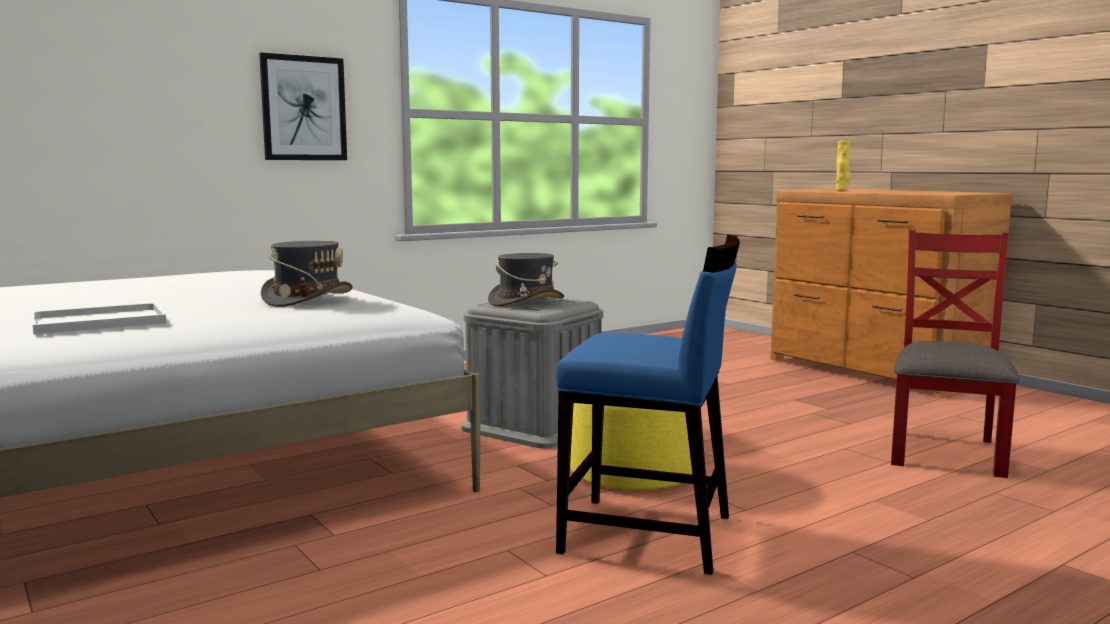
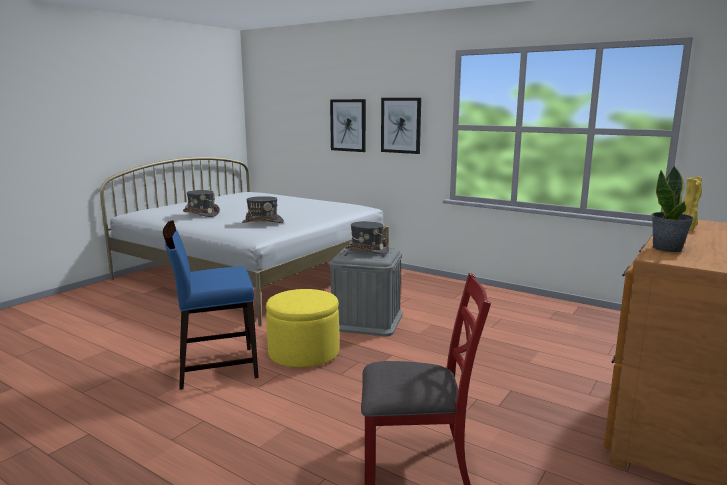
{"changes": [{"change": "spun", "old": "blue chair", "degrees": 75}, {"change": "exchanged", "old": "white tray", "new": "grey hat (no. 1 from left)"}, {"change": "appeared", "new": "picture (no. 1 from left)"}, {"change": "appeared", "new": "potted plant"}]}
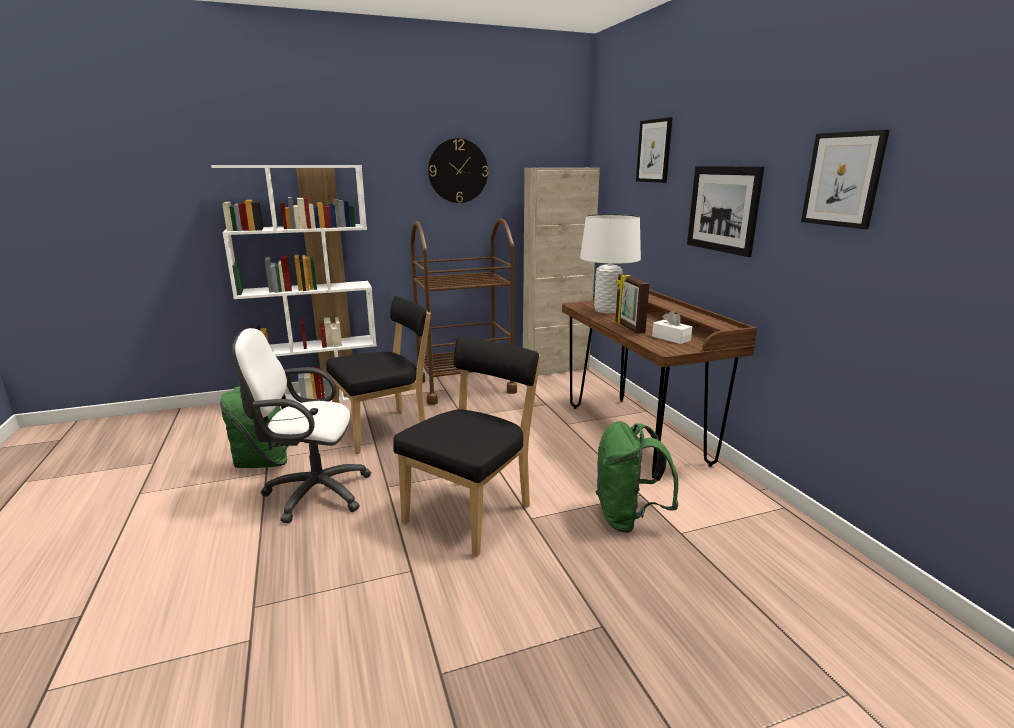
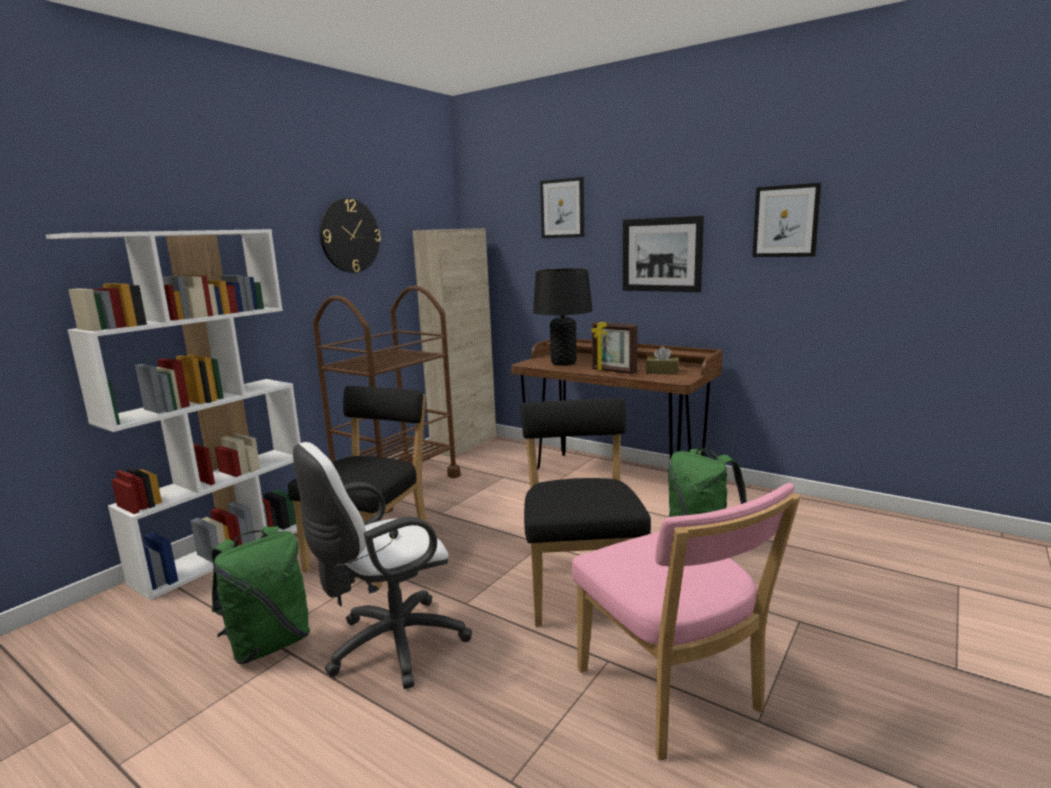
{"changes": [{"change": "colour", "old": "white table lamp", "new": "black table lamp"}, {"change": "colour", "old": "white tissue box", "new": "brown tissue box"}, {"change": "appeared", "new": "pink chair"}]}
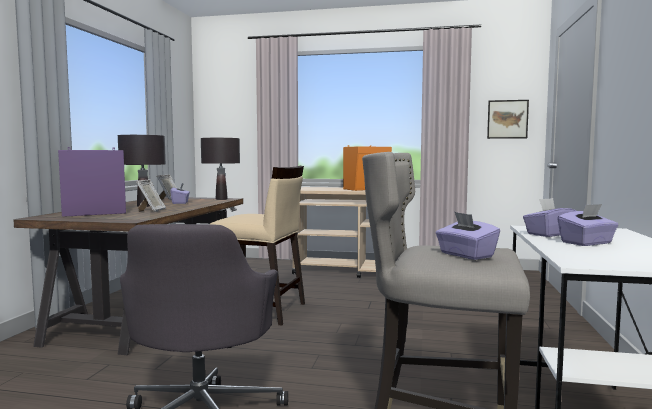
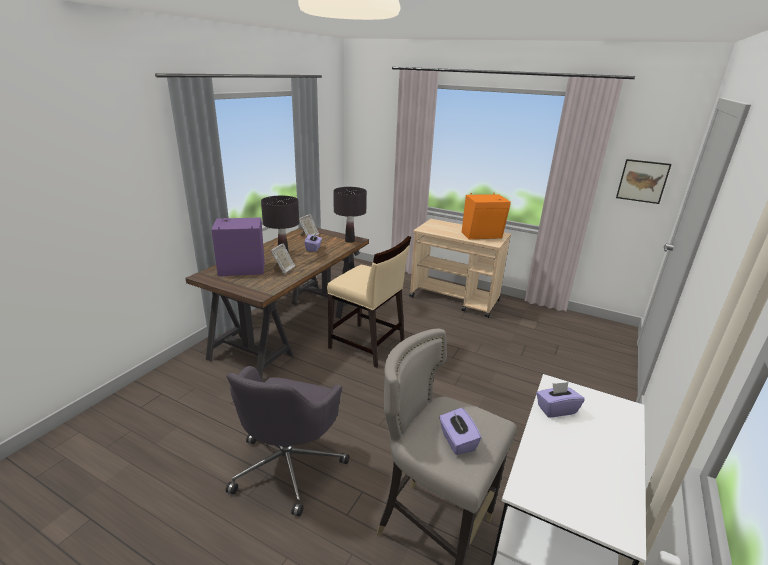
{"changes": [{"change": "missing", "old": "purple tissue box (no. 4 from left)"}]}
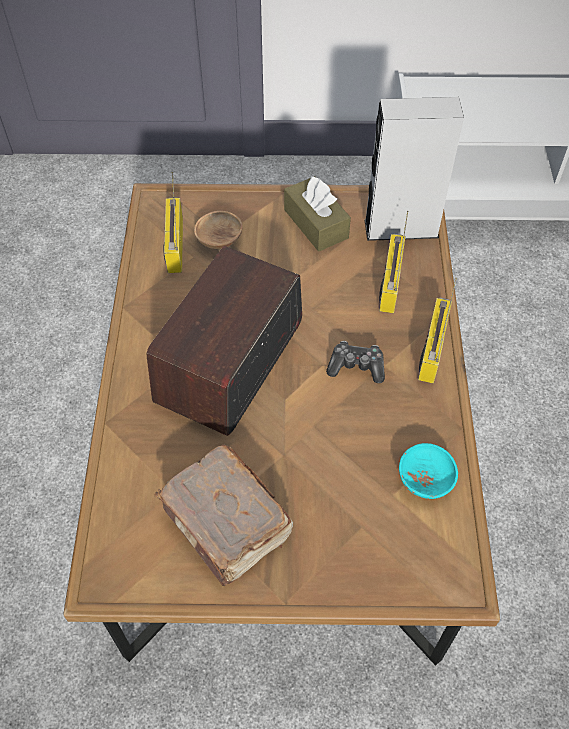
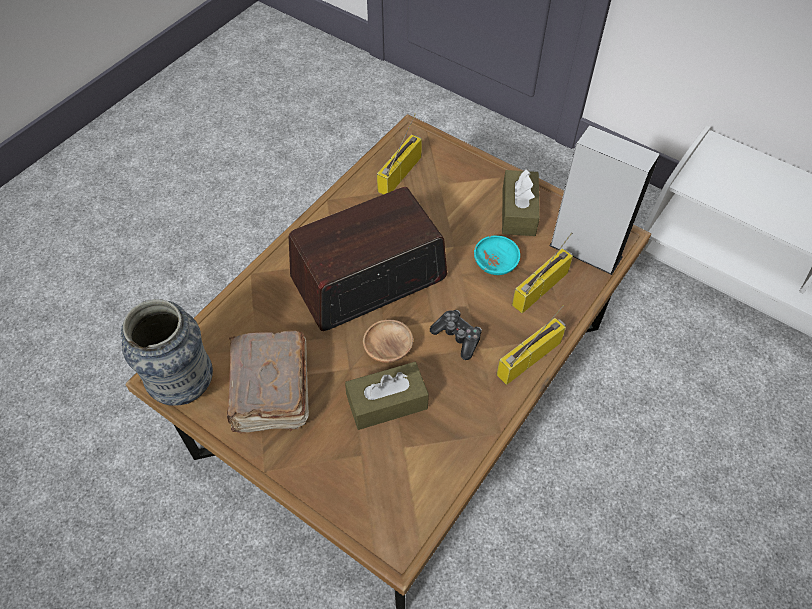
{"changes": [{"change": "relocated", "old": "brown bowl"}, {"change": "relocated", "old": "turquoise bowl"}, {"change": "appeared", "new": "vase"}, {"change": "appeared", "new": "brown tissue box (no. 1 from left)"}]}
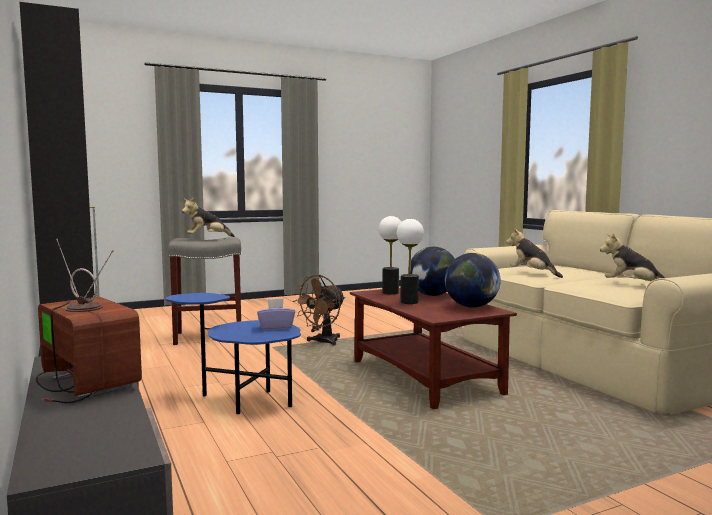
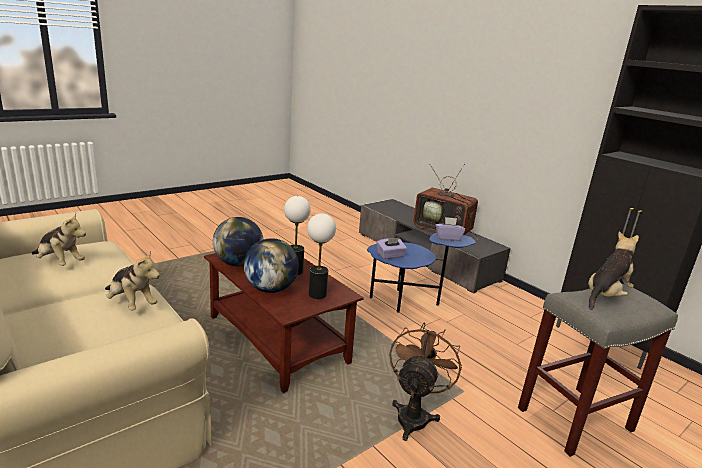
{"changes": [{"change": "appeared", "new": "purple tissue box (no. 2 from left)"}]}
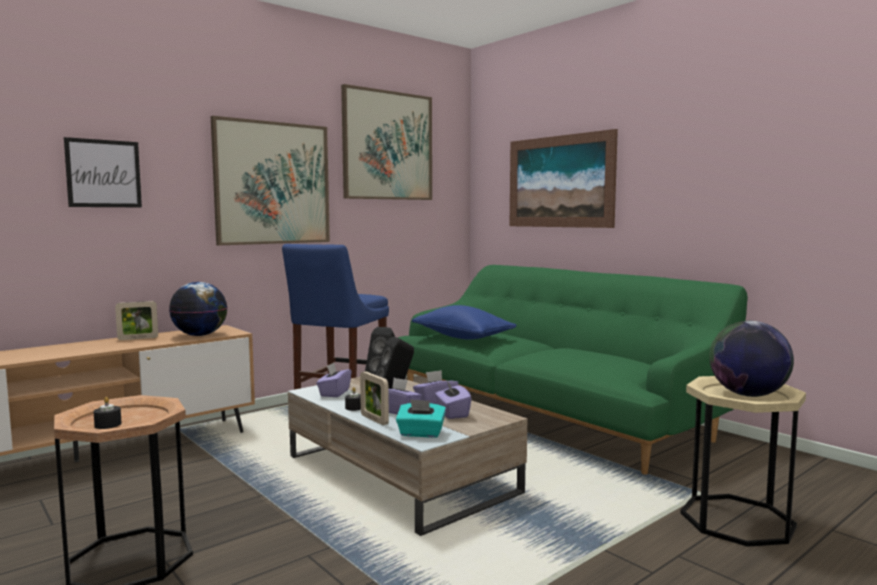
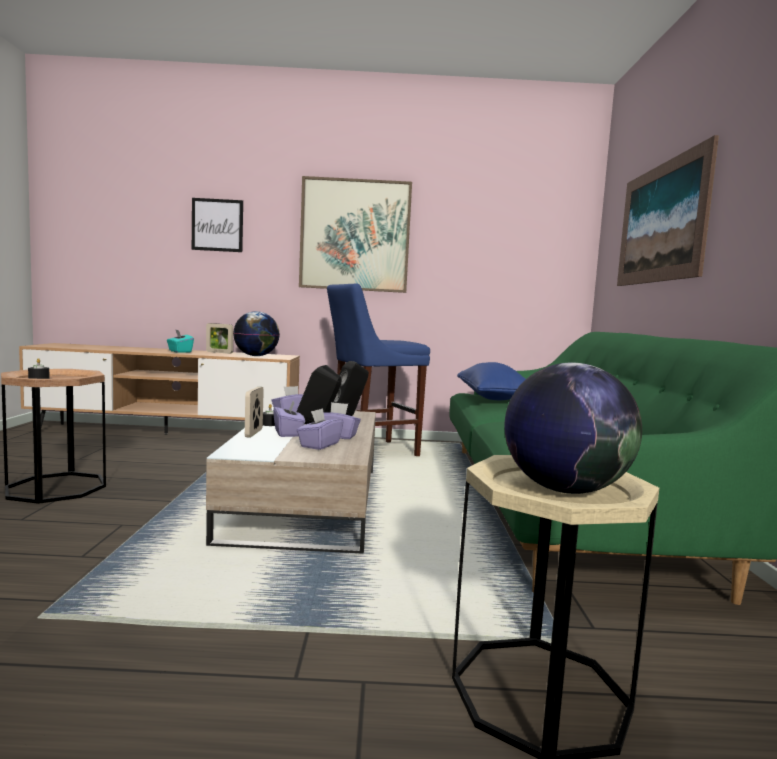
{"changes": [{"change": "missing", "old": "picture (no. 3 from left)"}, {"change": "relocated", "old": "turquoise tissue box"}]}
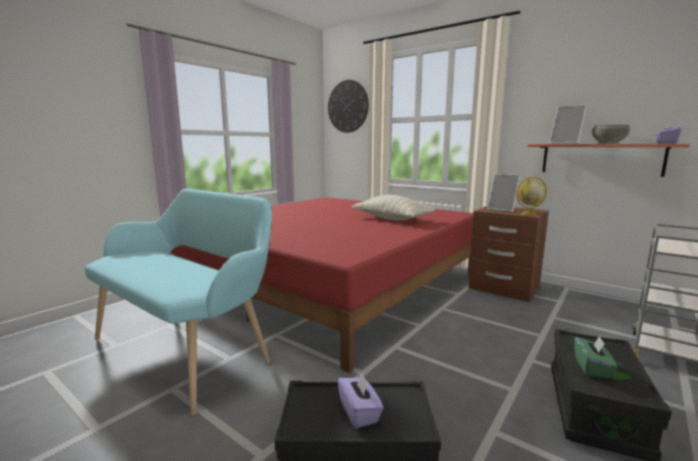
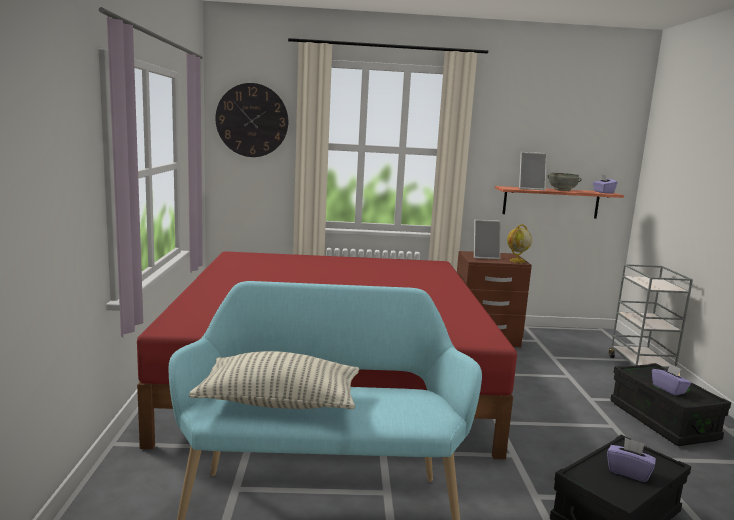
{"changes": [{"change": "relocated", "old": "pillow"}, {"change": "colour", "old": "green tissue box", "new": "purple tissue box (no. 3 from left)"}]}
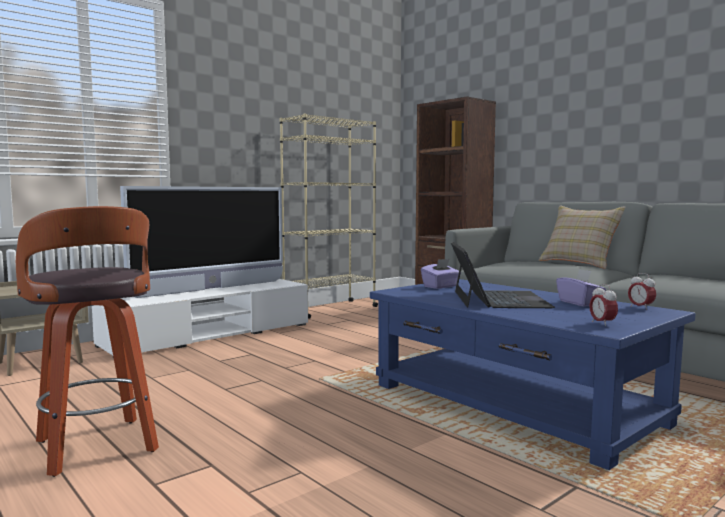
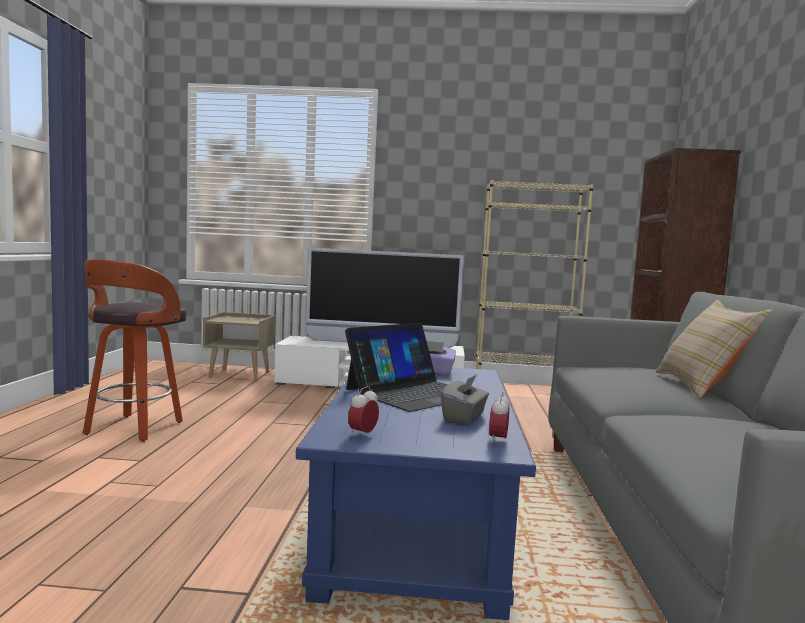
{"changes": [{"change": "colour", "old": "purple tissue box (no. 2 from left)", "new": "grey tissue box"}]}
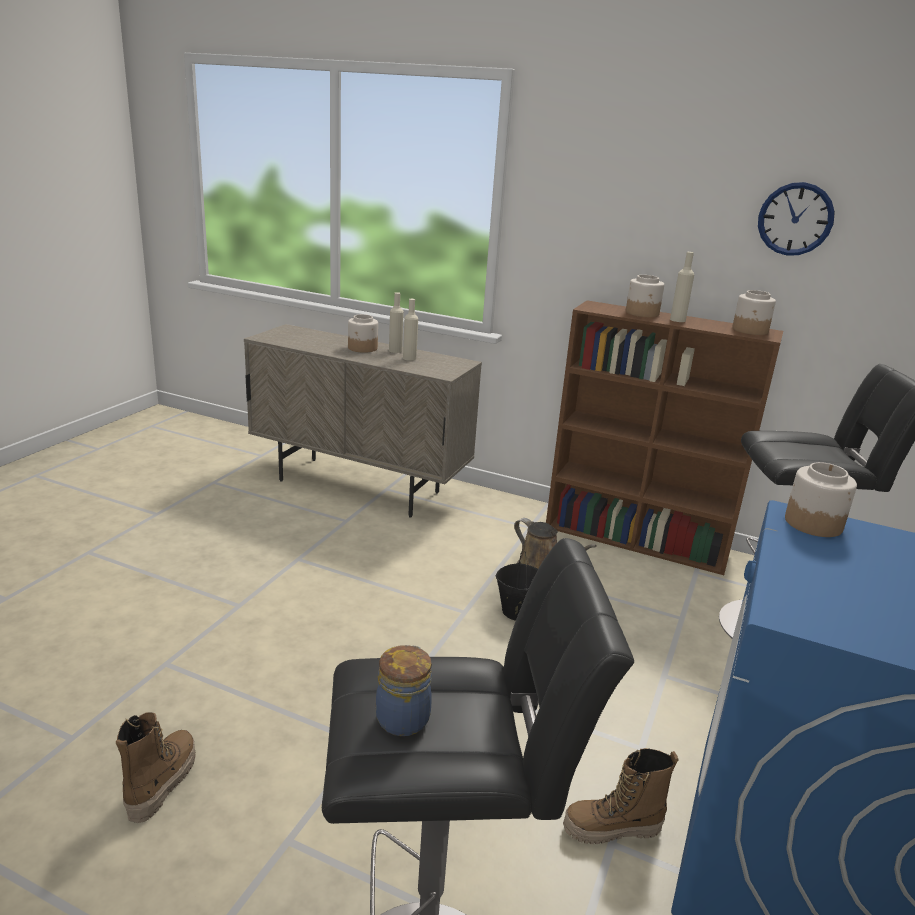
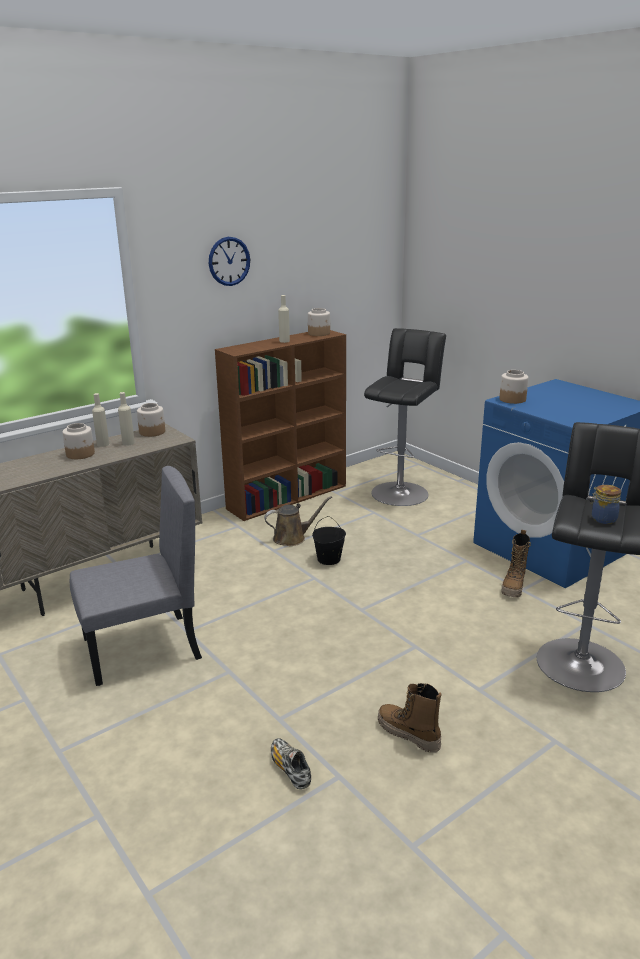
{"changes": [{"change": "relocated", "old": "wall clock"}, {"change": "relocated", "old": "jar (no. 3 from left in the first image)", "new": "jar (no. 2 from left)"}, {"change": "appeared", "new": "grey chair"}, {"change": "appeared", "new": "shoe"}]}
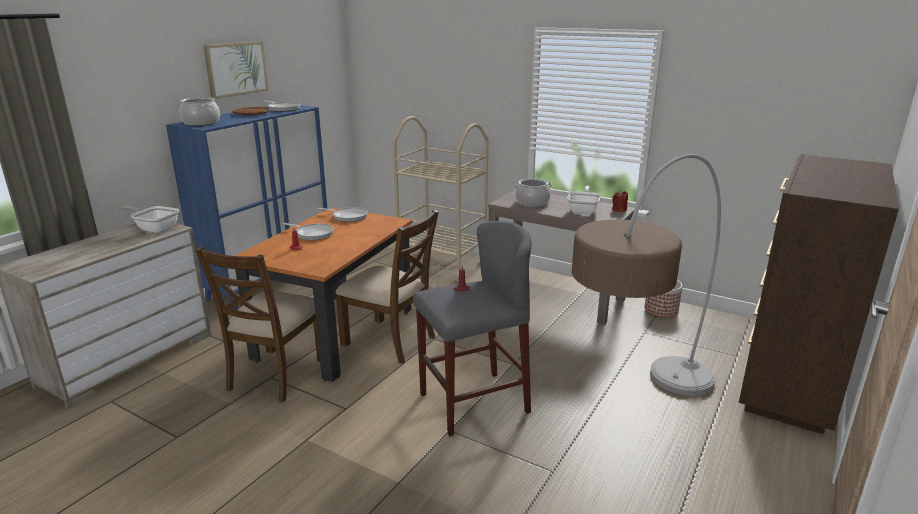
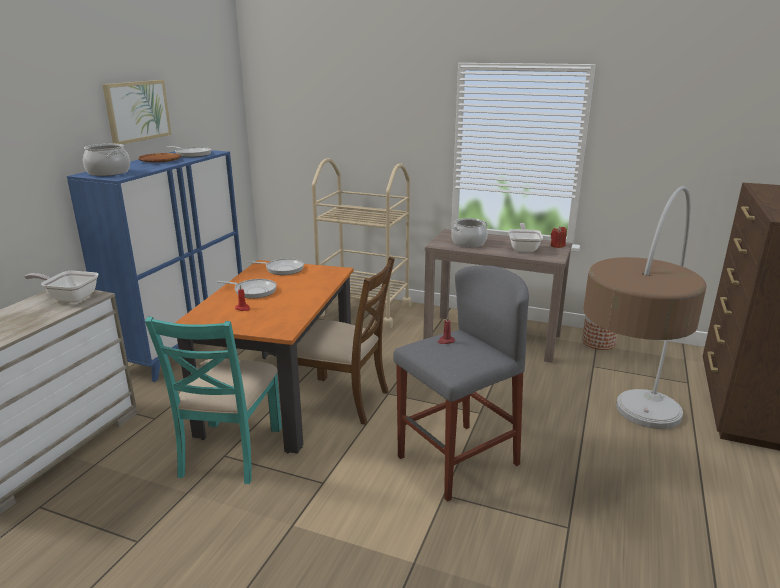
{"changes": [{"change": "colour", "old": "brown chair (no. 1 from left)", "new": "turquoise chair"}]}
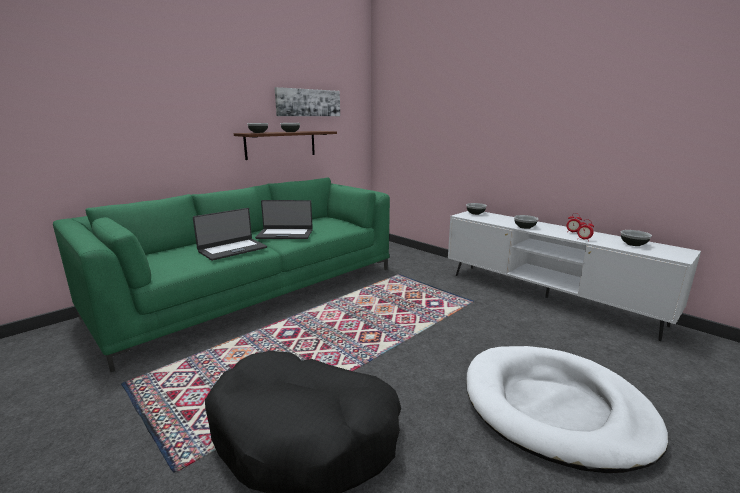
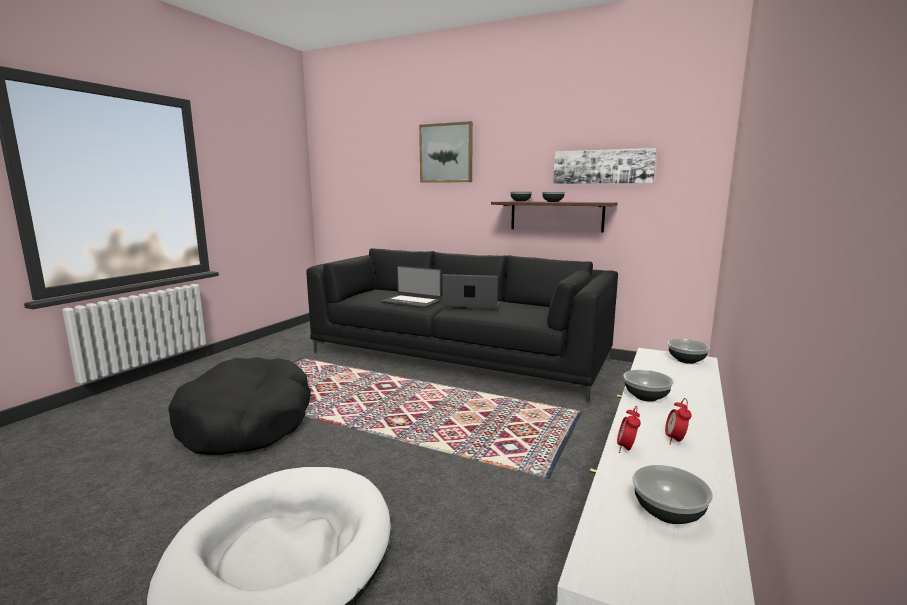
{"changes": [{"change": "colour", "old": "green sofa", "new": "black sofa"}, {"change": "spun", "old": "laptop (no. 2 from left)", "degrees": 120}, {"change": "appeared", "new": "picture (no. 1 from left)"}]}
